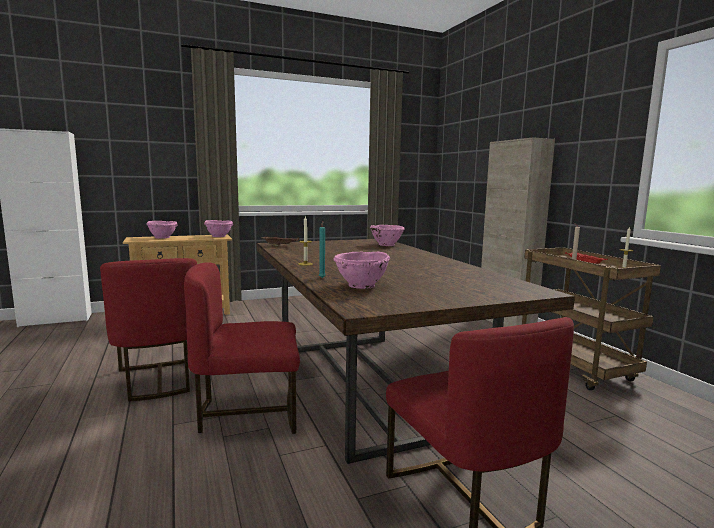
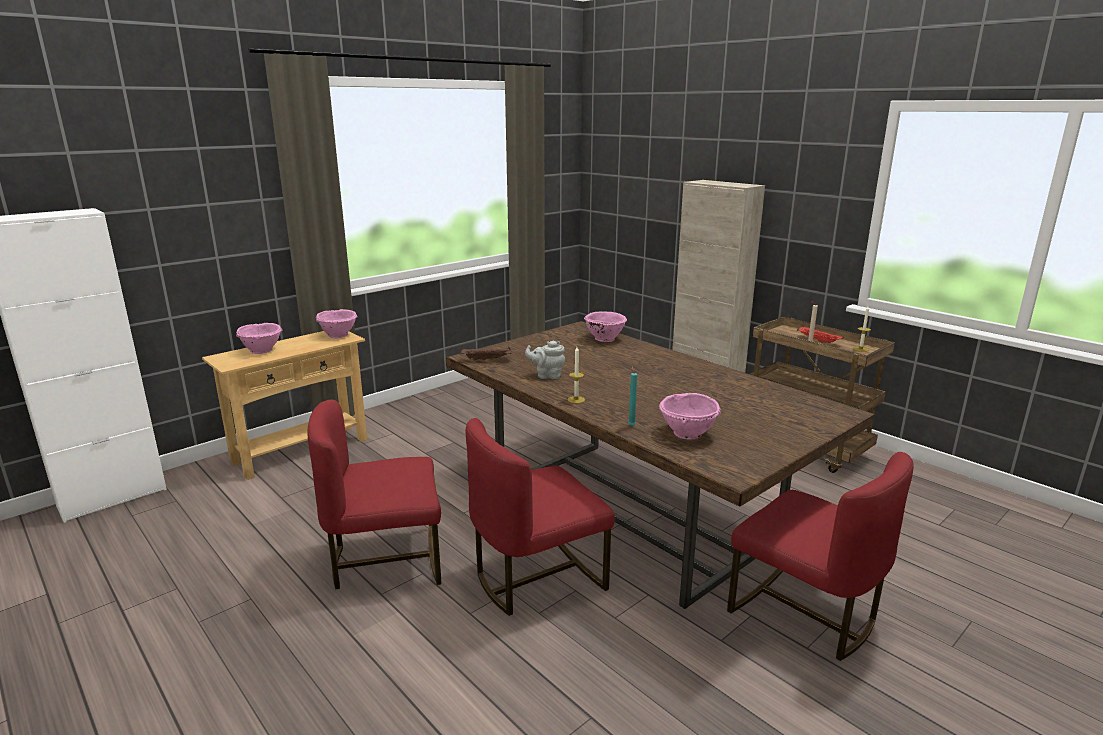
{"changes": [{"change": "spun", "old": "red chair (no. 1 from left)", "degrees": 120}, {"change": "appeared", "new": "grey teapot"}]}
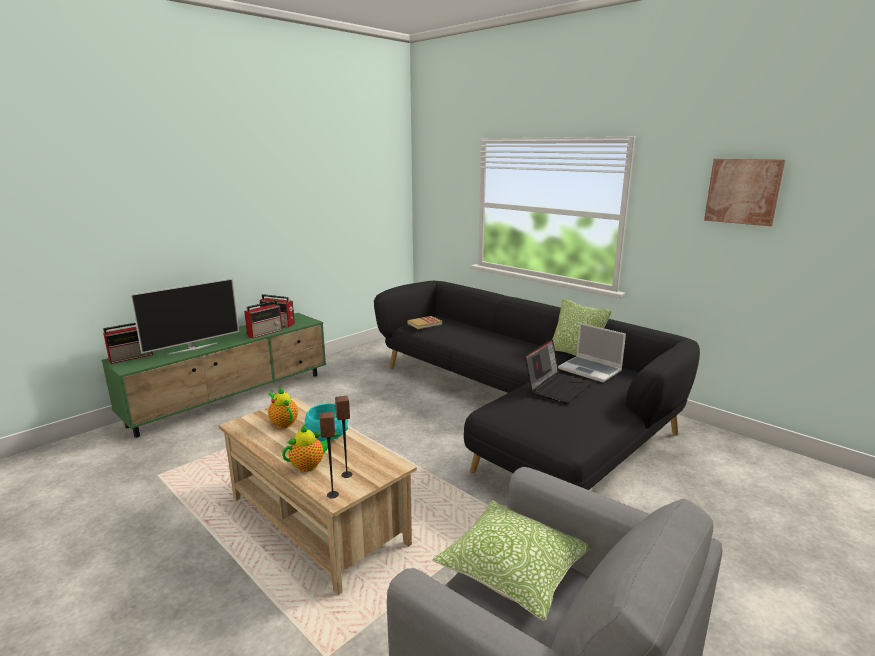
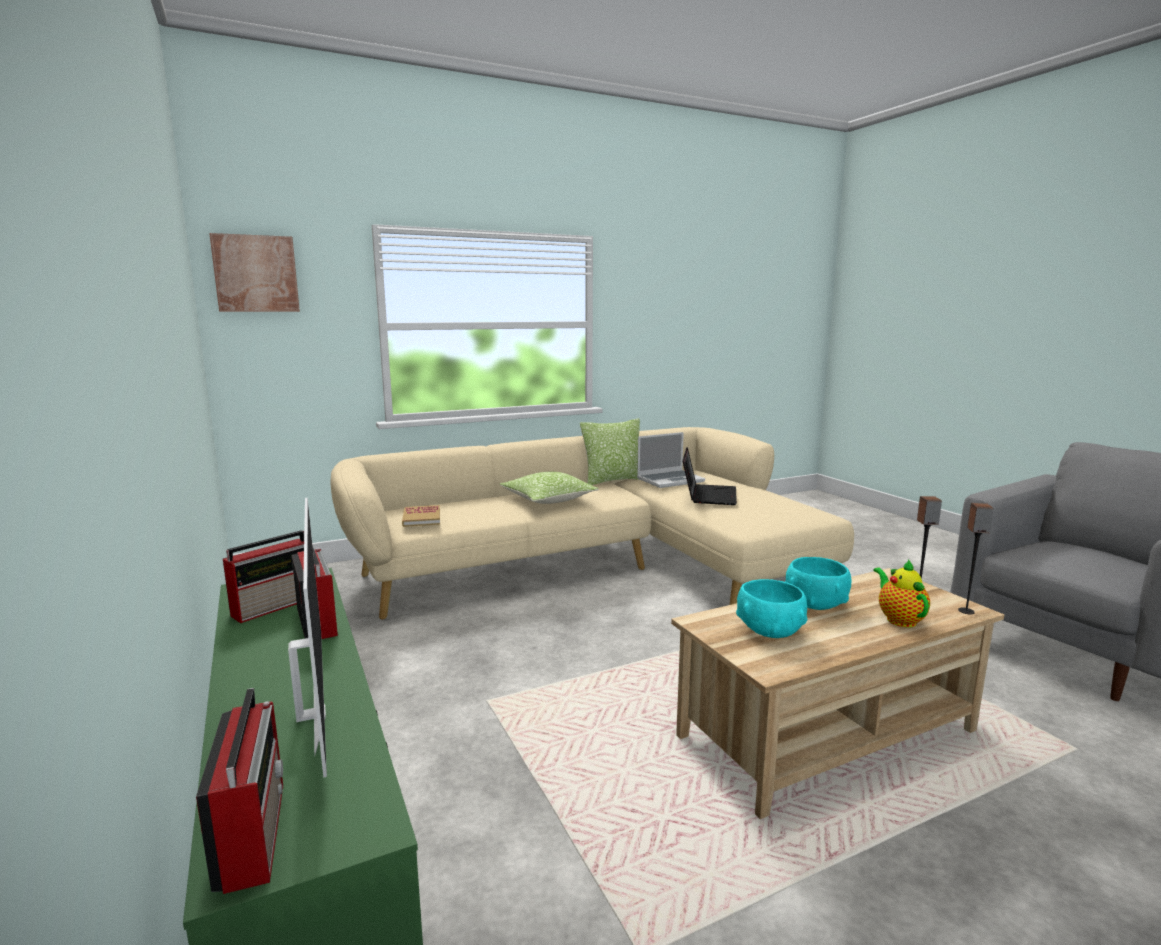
{"changes": [{"change": "relocated", "old": "picture"}, {"change": "colour", "old": "black sofa", "new": "beige sofa"}, {"change": "spun", "old": "laptop (no. 1 from left in the first image)", "degrees": 45}, {"change": "exchanged", "old": "teapot (no. 1 from left)", "new": "turquoise bowl (no. 1 from left)"}, {"change": "relocated", "old": "pillow (no. 1 from left)"}]}
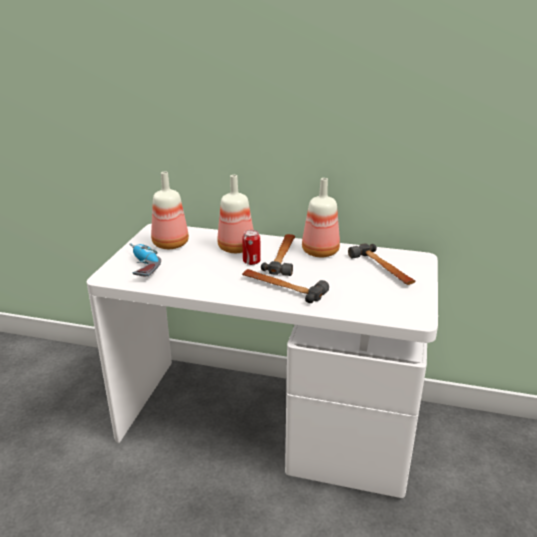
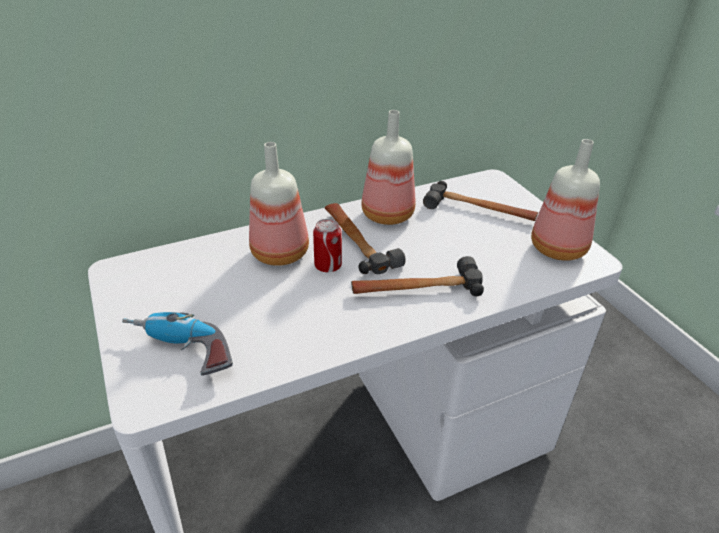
{"changes": [{"change": "relocated", "old": "bottle (no. 1 from left in the first image)", "new": "bottle (no. 3 from left)"}]}
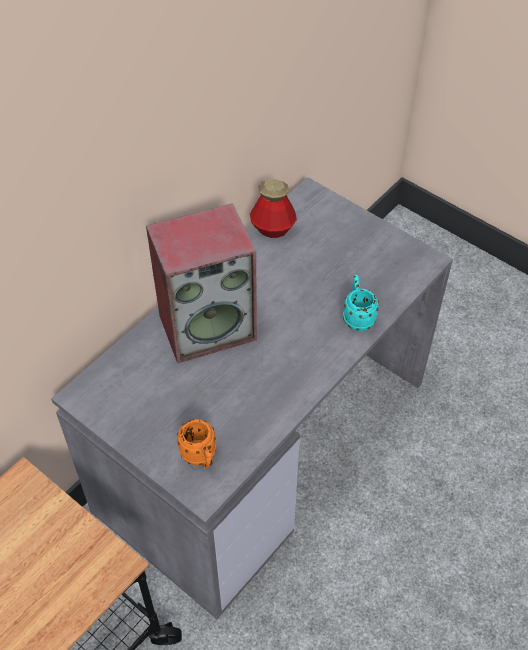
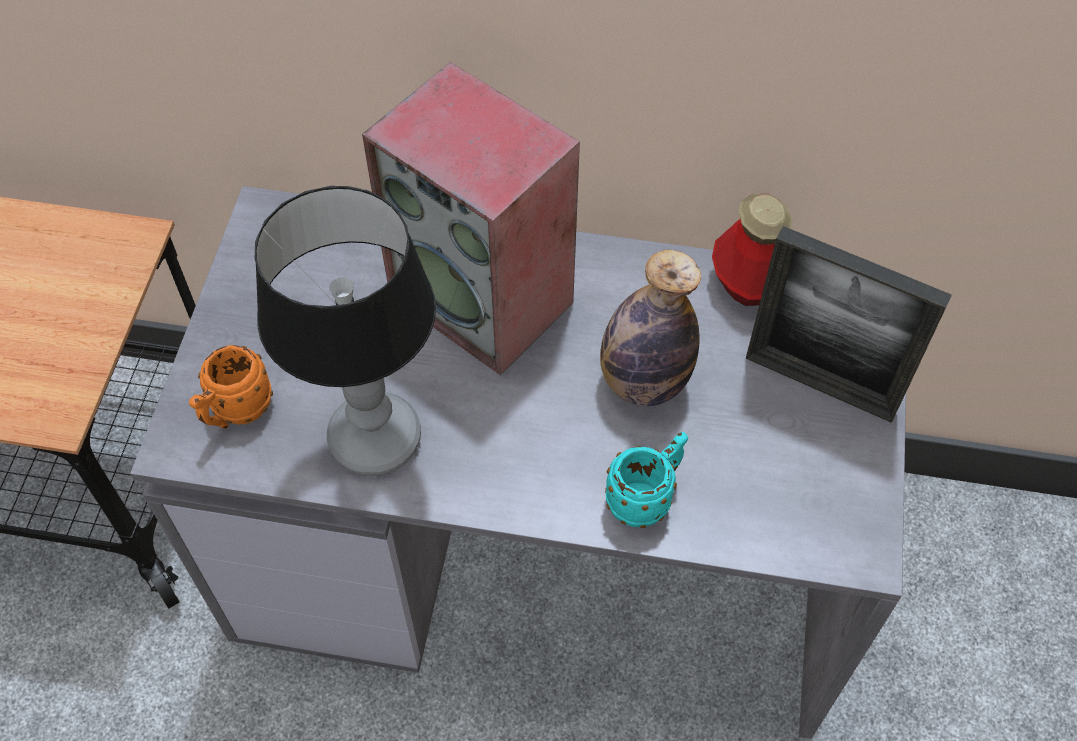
{"changes": [{"change": "appeared", "new": "table lamp"}, {"change": "appeared", "new": "picture frame"}, {"change": "appeared", "new": "bottle (no. 1 from left)"}]}
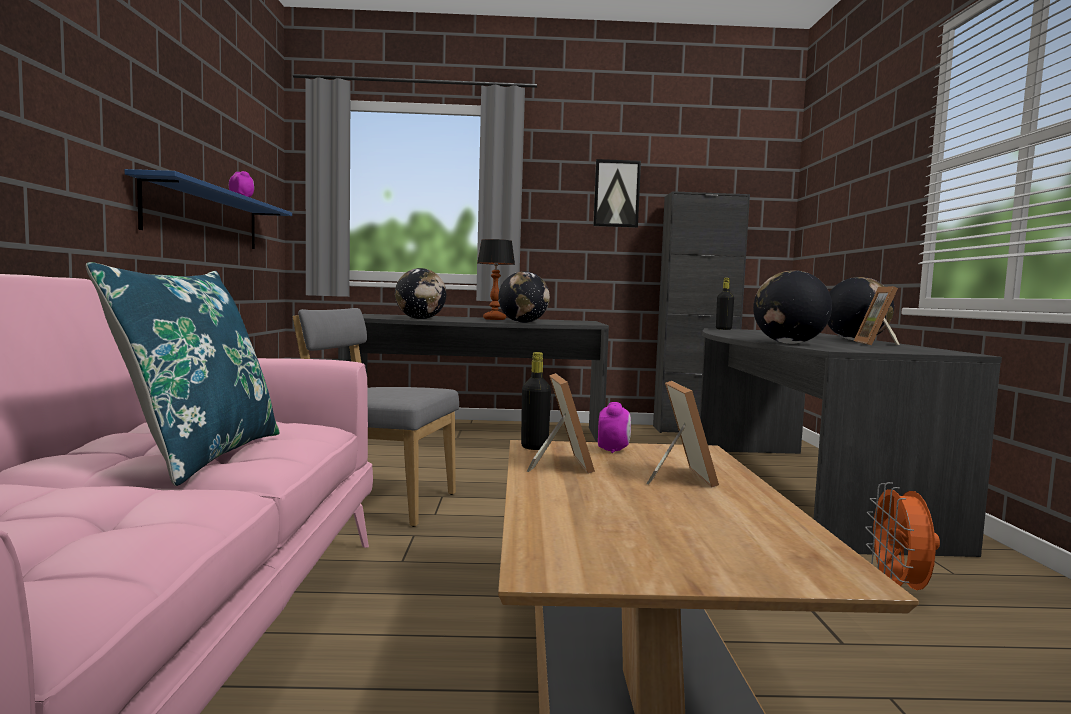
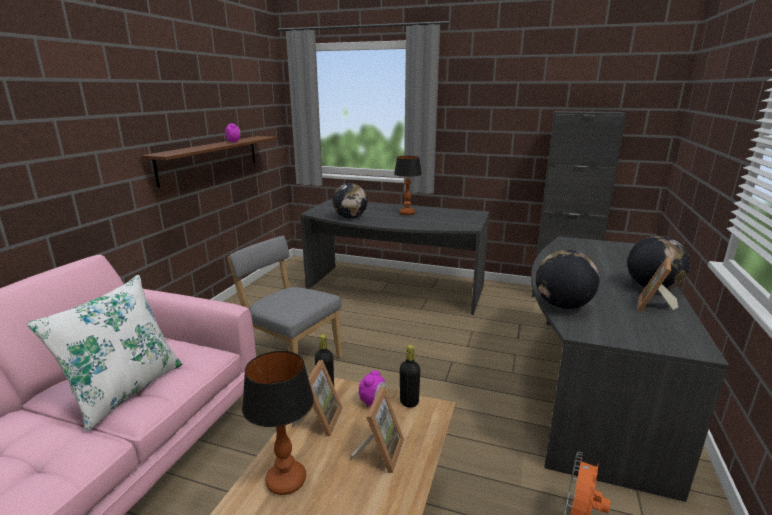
{"changes": [{"change": "missing", "old": "picture"}, {"change": "colour", "old": "blue shelf", "new": "brown shelf"}, {"change": "colour", "old": "blue pillow", "new": "white pillow"}, {"change": "missing", "old": "globe (no. 2 from left)"}, {"change": "relocated", "old": "black bottle (no. 2 from left)"}, {"change": "appeared", "new": "table lamp (no. 1 from left)"}]}
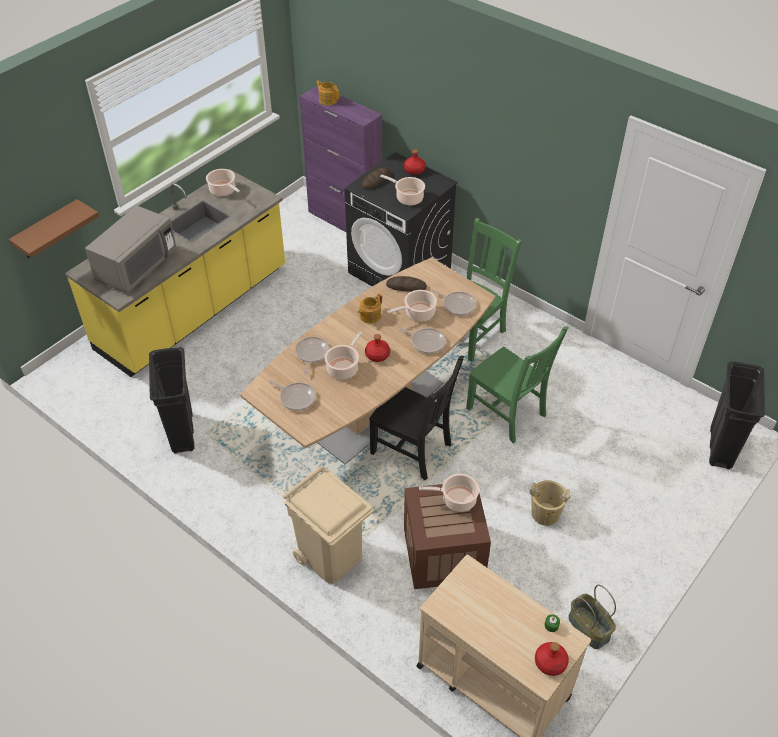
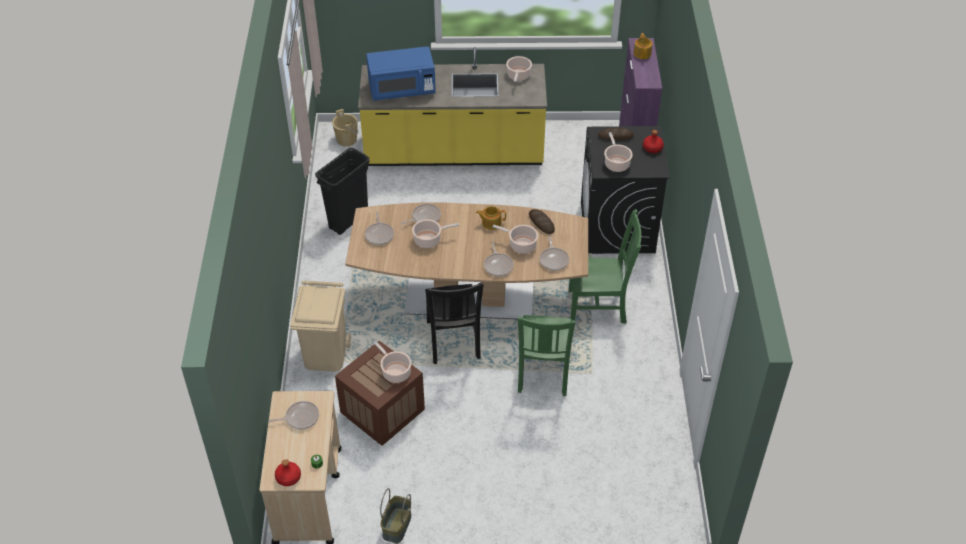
{"changes": [{"change": "missing", "old": "brown shelf"}, {"change": "colour", "old": "grey microwave", "new": "blue microwave"}, {"change": "missing", "old": "red bottle (no. 1 from left)"}, {"change": "missing", "old": "black trash can (no. 2 from left)"}, {"change": "relocated", "old": "beige bucket"}, {"change": "appeared", "new": "frying pan (no. 1 from left)"}]}
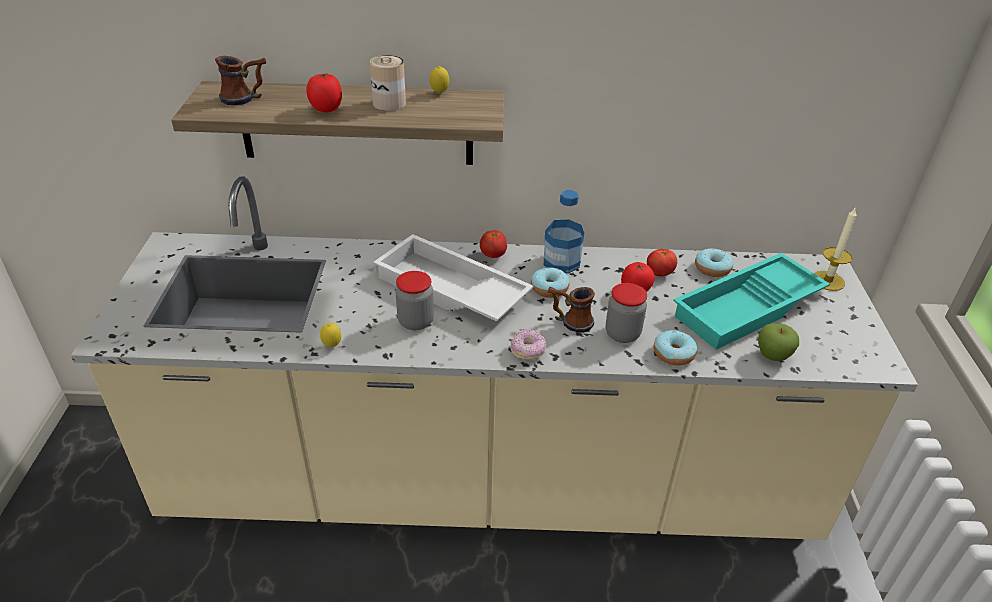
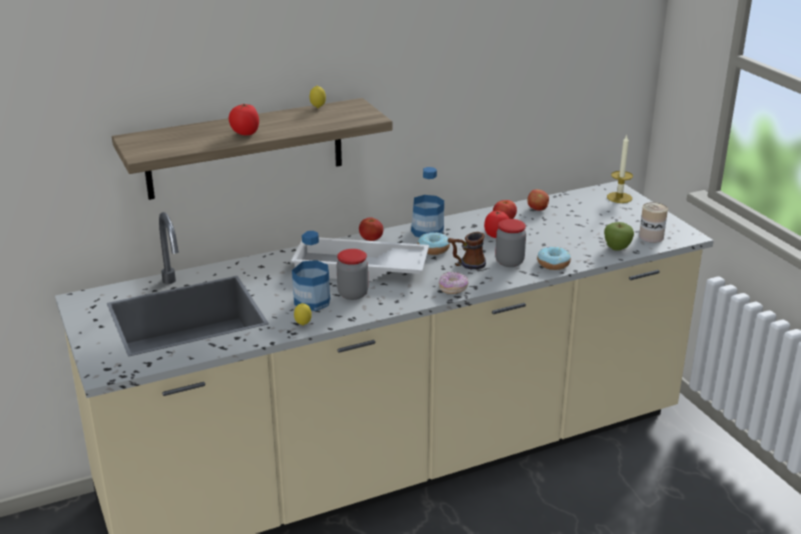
{"changes": [{"change": "relocated", "old": "can"}, {"change": "missing", "old": "mug (no. 1 from left)"}, {"change": "exchanged", "old": "donut (no. 4 from left)", "new": "apple (no. 1 from left)"}, {"change": "missing", "old": "turquoise tray"}, {"change": "appeared", "new": "bottle (no. 1 from left)"}]}
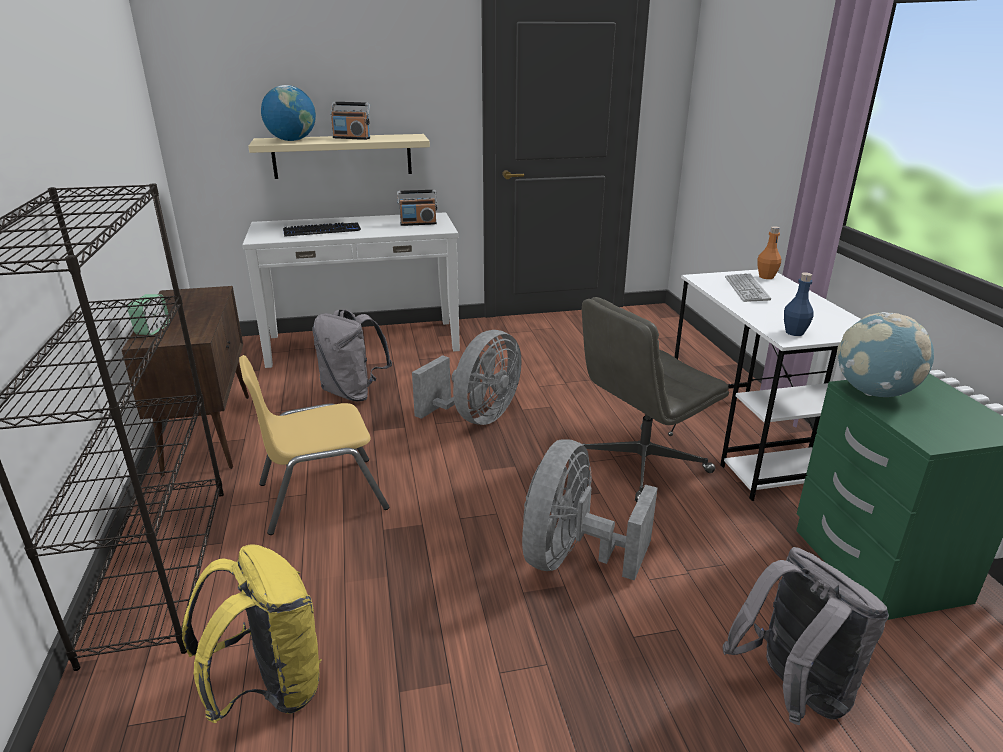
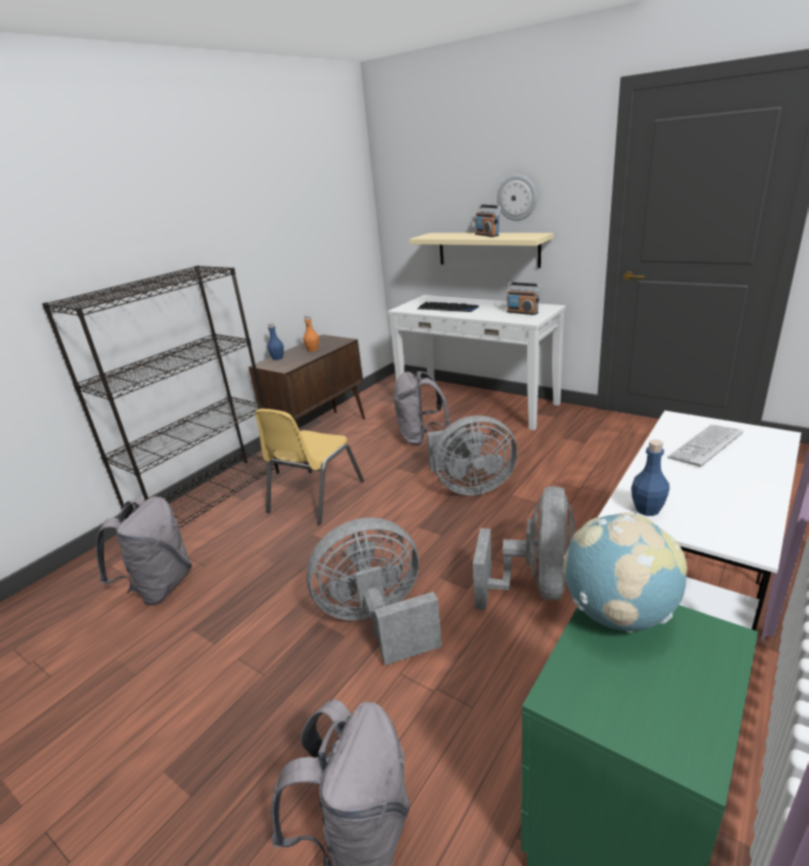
{"changes": [{"change": "missing", "old": "globe (no. 1 from left)"}, {"change": "relocated", "old": "orange bottle"}, {"change": "exchanged", "old": "alarm clock", "new": "blue bottle (no. 1 from left)"}, {"change": "exchanged", "old": "grey office chair", "new": "grey fan (no. 3 from left)"}, {"change": "spun", "old": "yellow chair", "degrees": -90}, {"change": "colour", "old": "yellow backpack", "new": "grey backpack (no. 1 from left)"}, {"change": "appeared", "new": "wall clock"}]}
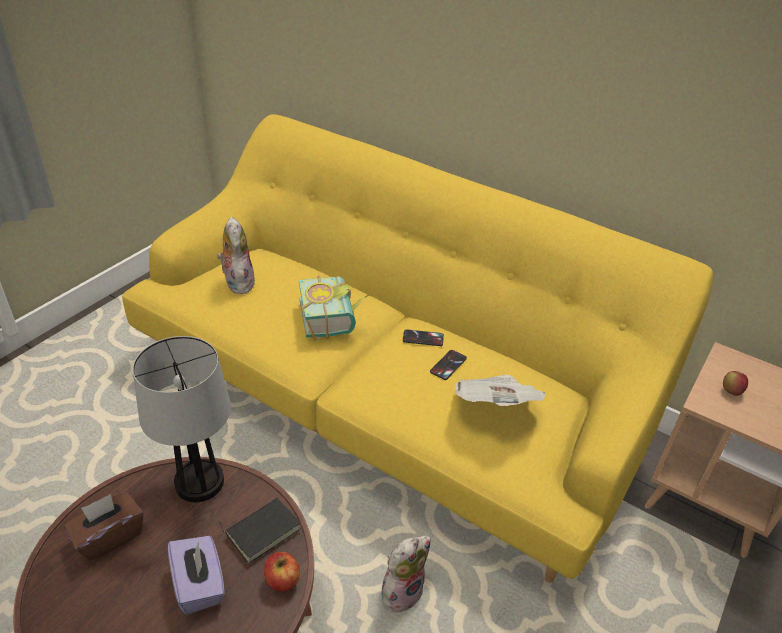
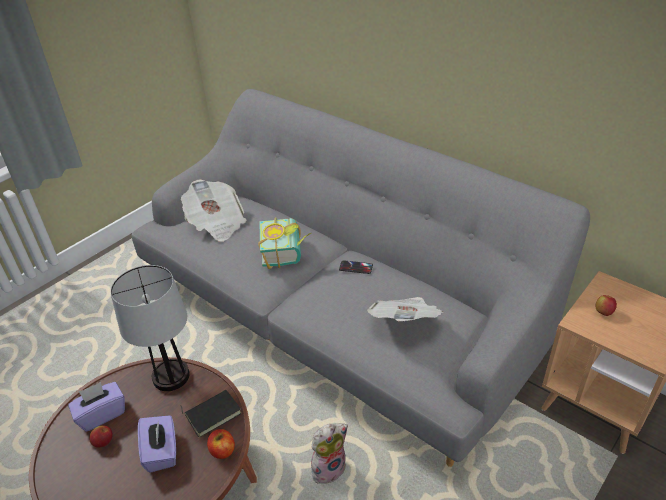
{"changes": [{"change": "colour", "old": "yellow sofa", "new": "grey sofa"}, {"change": "exchanged", "old": "plush toy (no. 1 from left)", "new": "newspaper (no. 1 from left)"}, {"change": "missing", "old": "phone (no. 2 from left)"}, {"change": "colour", "old": "brown tissue box", "new": "purple tissue box (no. 1 from left)"}, {"change": "appeared", "new": "apple (no. 1 from left)"}]}
